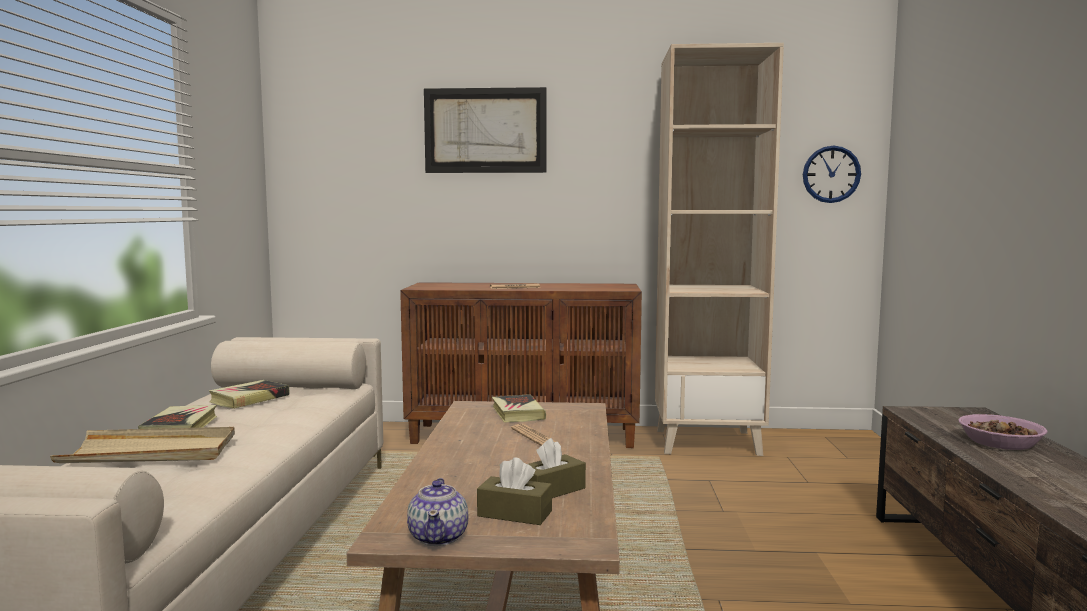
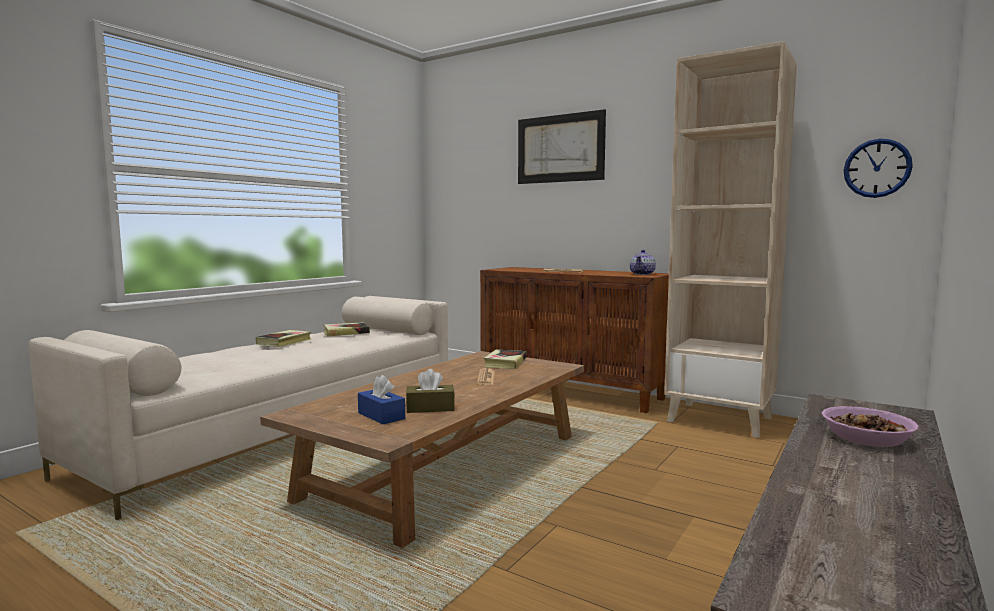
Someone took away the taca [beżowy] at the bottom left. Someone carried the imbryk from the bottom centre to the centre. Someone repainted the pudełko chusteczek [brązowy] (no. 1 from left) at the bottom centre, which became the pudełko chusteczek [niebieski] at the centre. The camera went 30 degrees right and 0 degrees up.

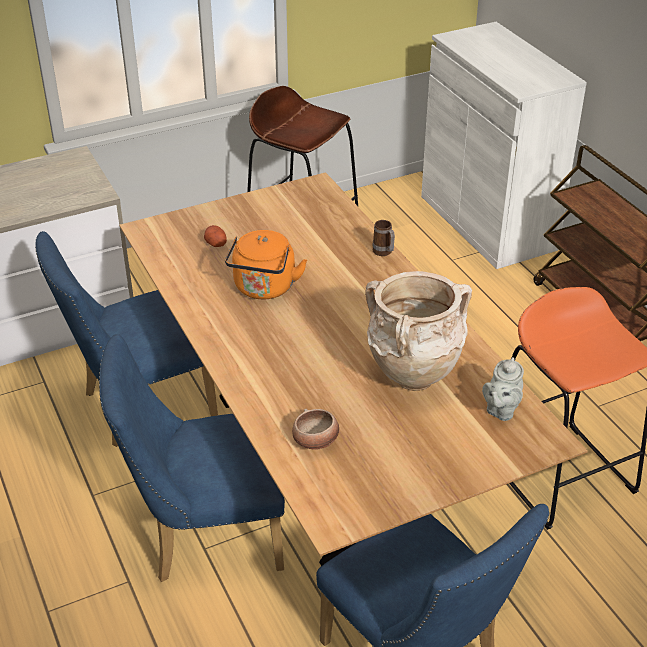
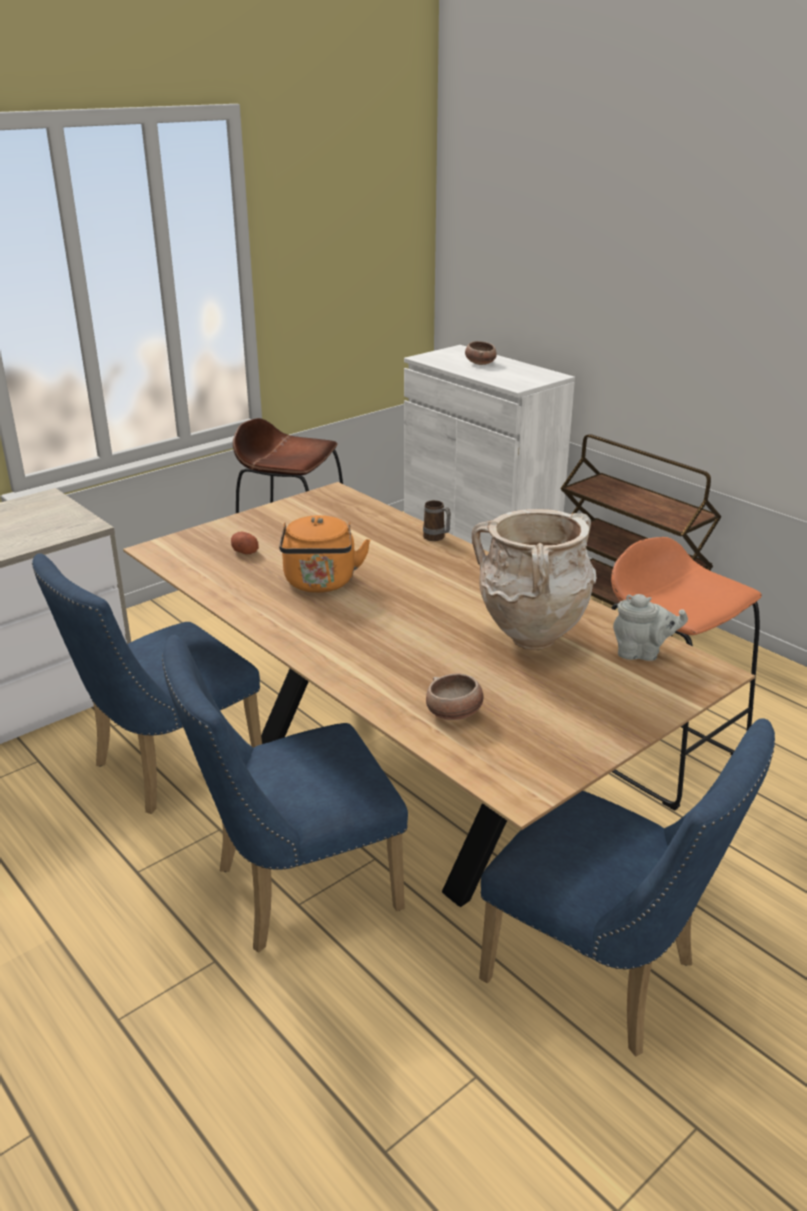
Someone put down the miska (no. 2 from left) at the top centre. Someone rotated the imbryk [szary] at the middle right by 90 degrees counterclockwise. The camera went 15 degrees left and 10 degrees down.

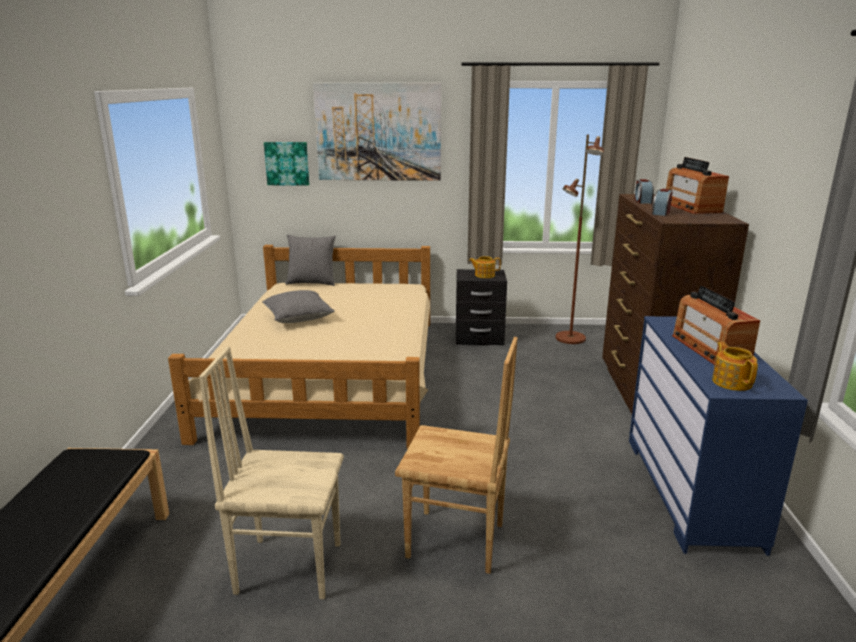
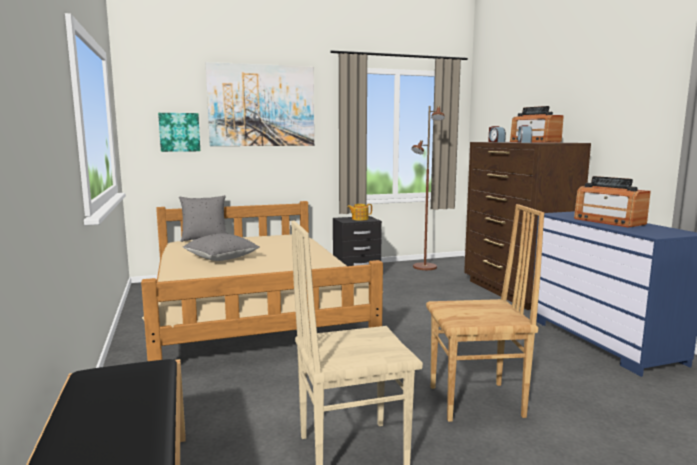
Someone took away the imbryk (no. 2 from left) at the middle right. The camera went 20 degrees left and 10 degrees down.

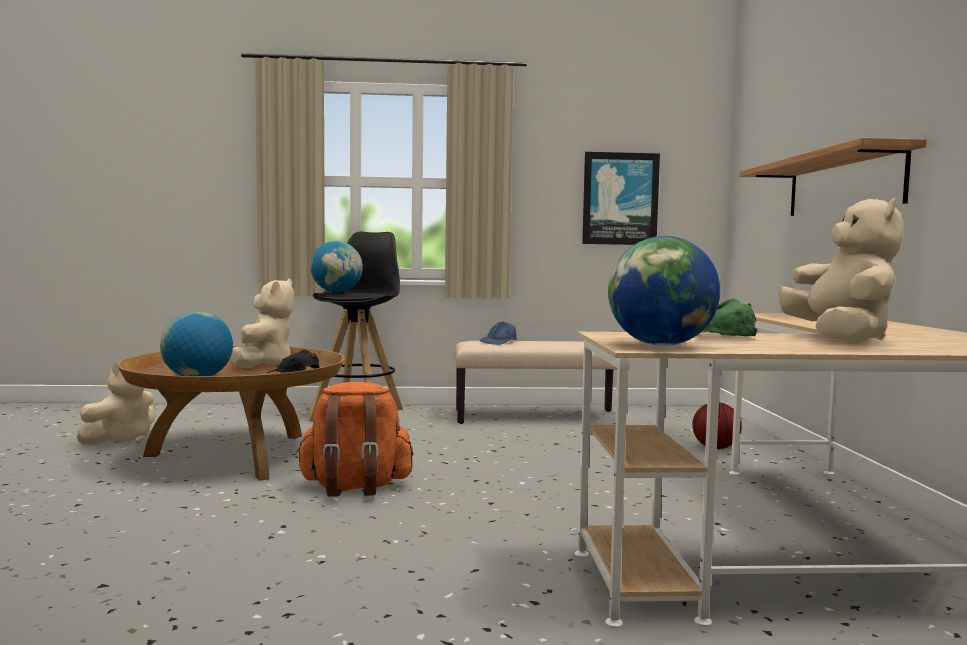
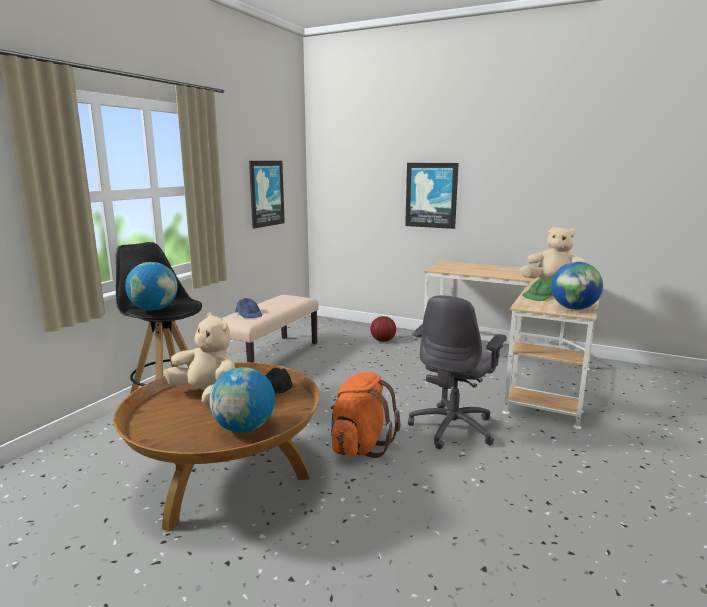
Someone took away the pluszak [beżowy] (no. 1 from left) at the middle left. Someone put down the krzesło biurowe [szary] at the centre. Someone swapped the półka at the top right for the obraz (no. 2 from left) at the top centre. The camera went 60 degrees left and 10 degrees up.

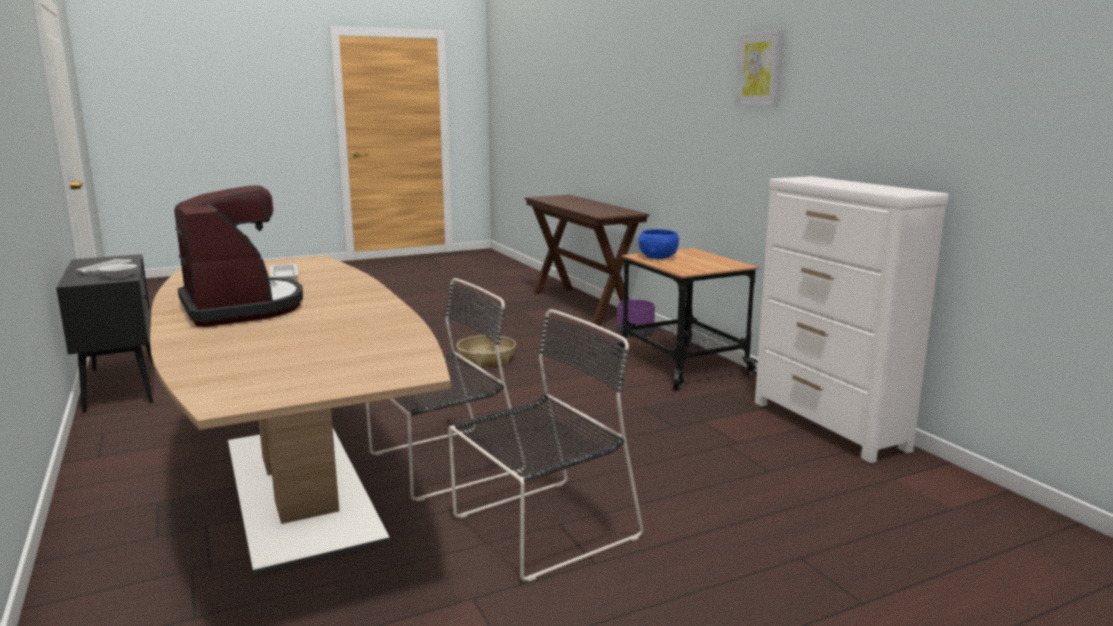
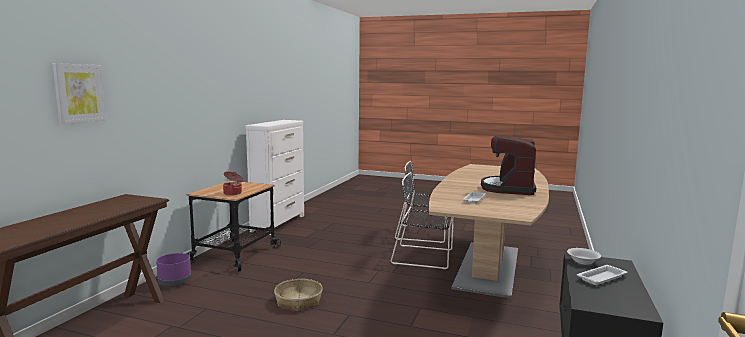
Someone carried the obraz from the top right to the top left. Someone swapped the miska [niebieski] at the centre for the garnek at the middle left. The camera went 135 degrees left and 5 degrees down.

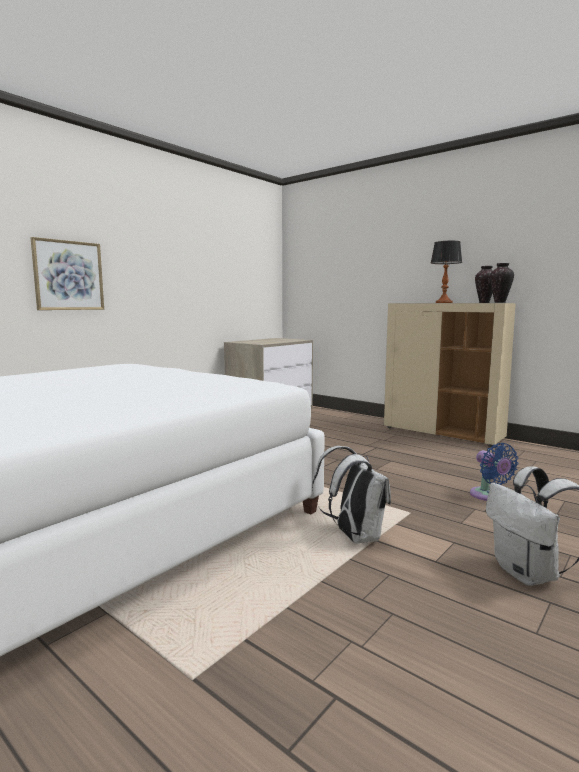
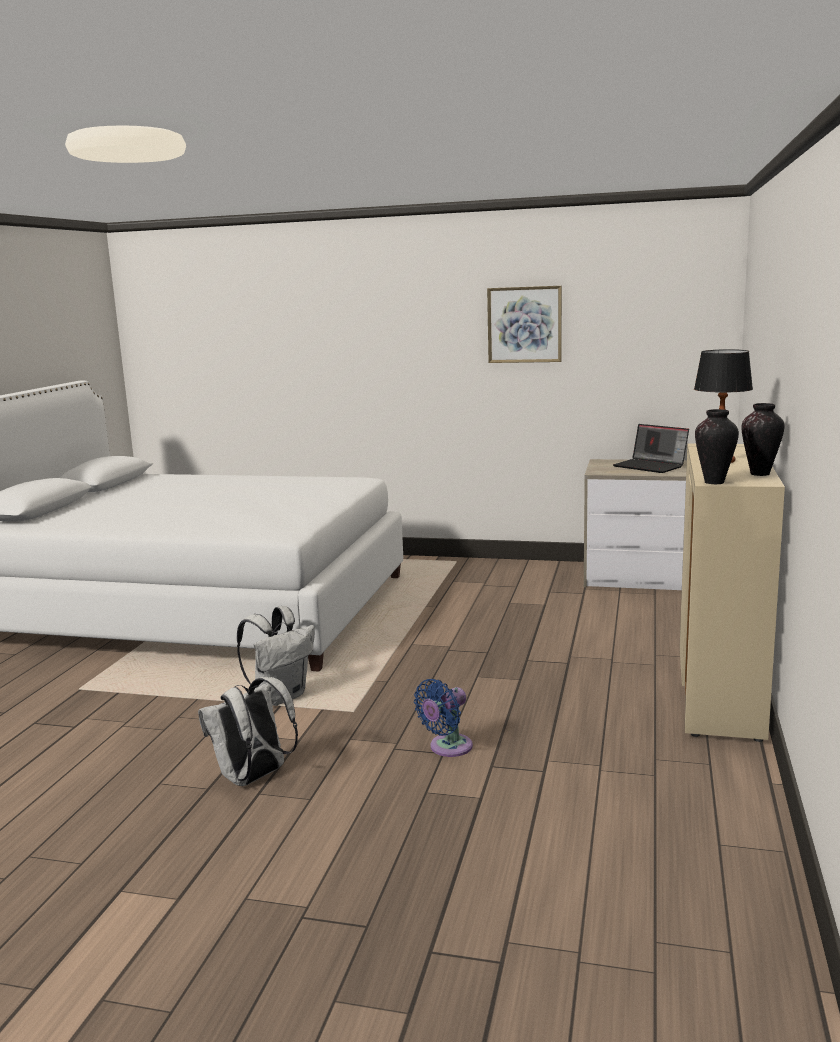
Someone put down the laptop at the middle right. Someone carried the obraz from the middle left to the top centre. The camera went 65 degrees right and 5 degrees up.

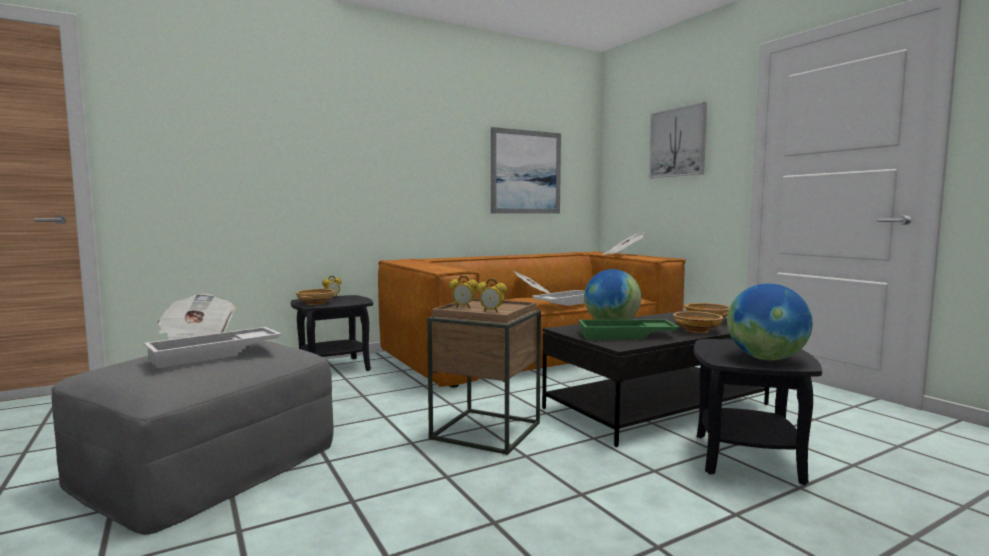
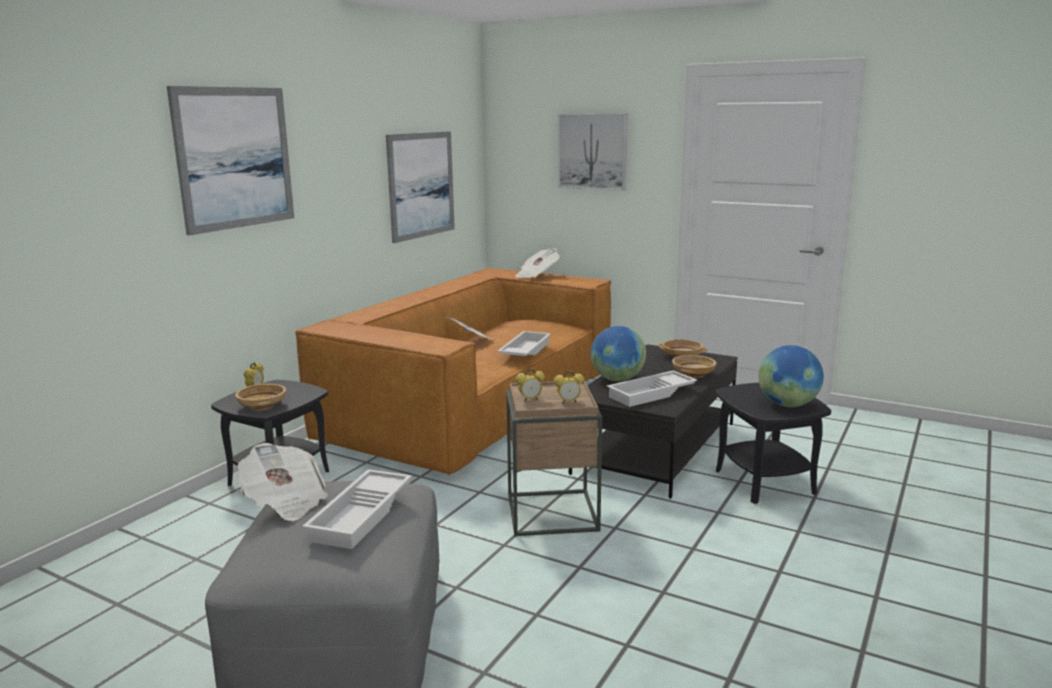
Someone put up the obraz (no. 1 from left) at the top left. Someone repainted the taca [zielony] at the centre, which became the taca [biały] (no. 3 from left) at the centre. The camera went 30 degrees left and 10 degrees up.

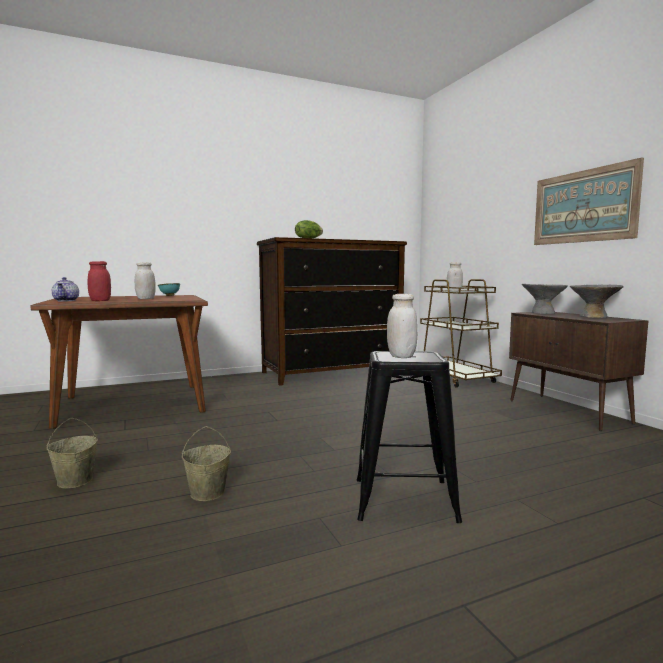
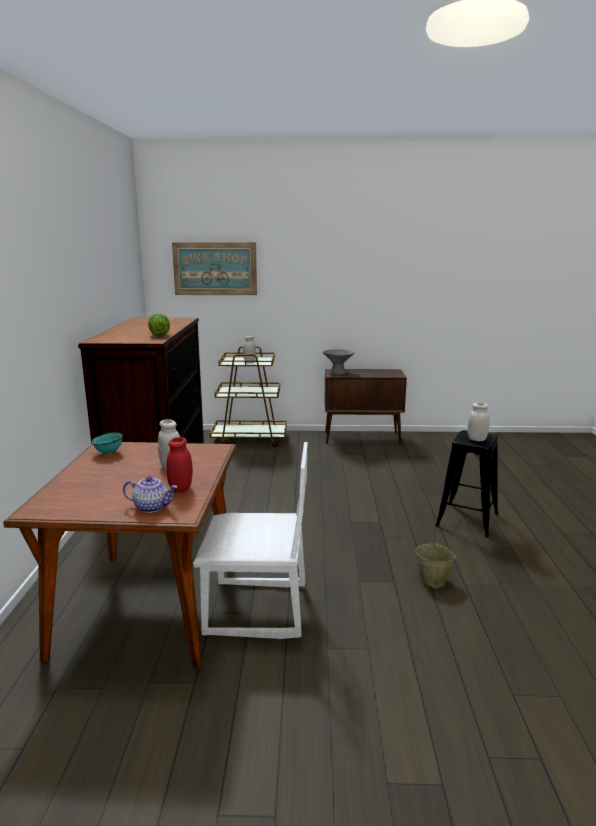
Someone took away the wiadro [beżowy] (no. 1 from left) at the bottom left. Someone took away the miska [szary] (no. 2 from left) at the middle right. Someone put down the krzesło [biały] at the centre. Someone carried the obraz from the top right to the top centre. The camera went 65 degrees left and 10 degrees up.

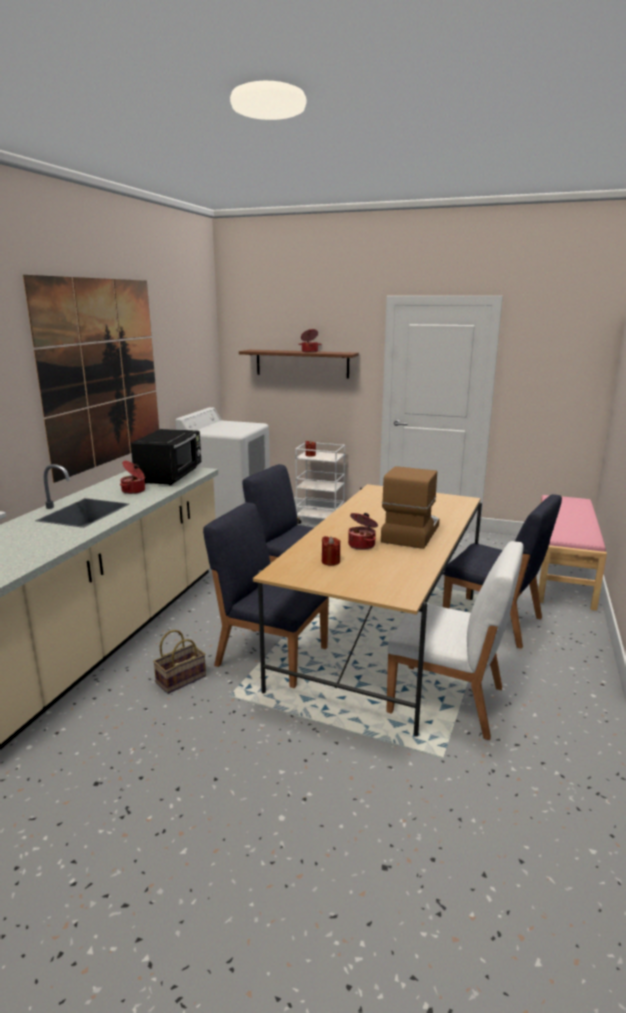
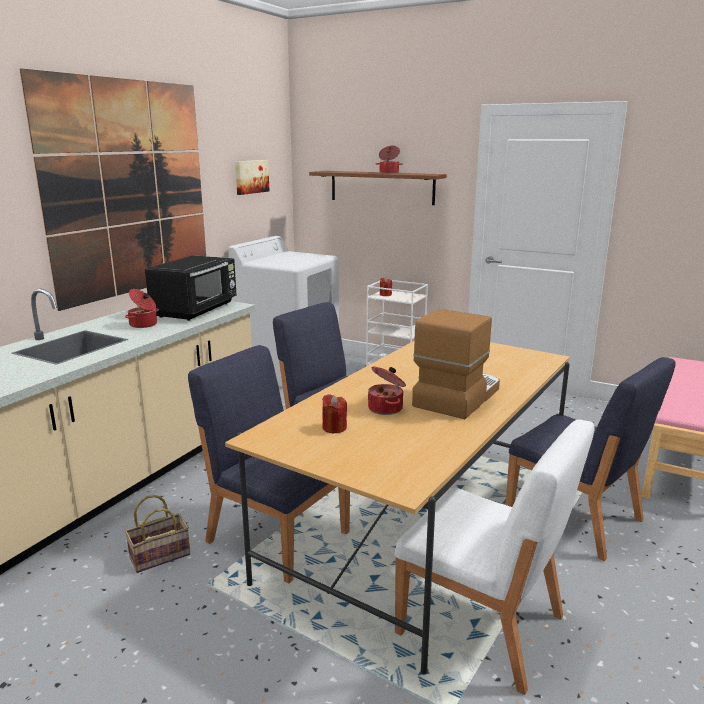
Someone put up the obraz (no. 2 from left) at the top centre. The camera went 10 degrees right and 0 degrees up.

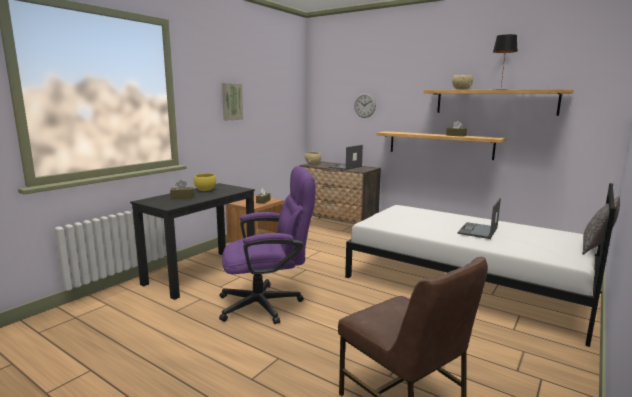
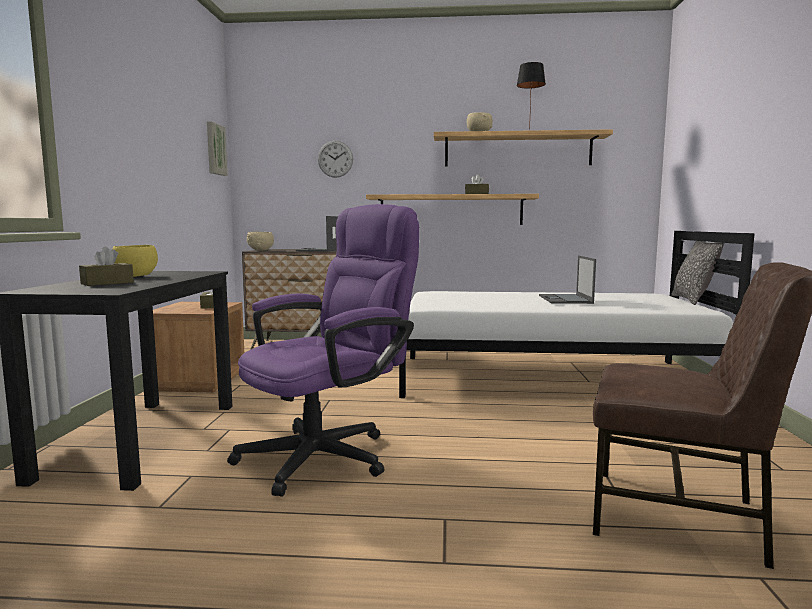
Someone carried the obraz from the top centre to the top left. The camera went 30 degrees left and 5 degrees down.

